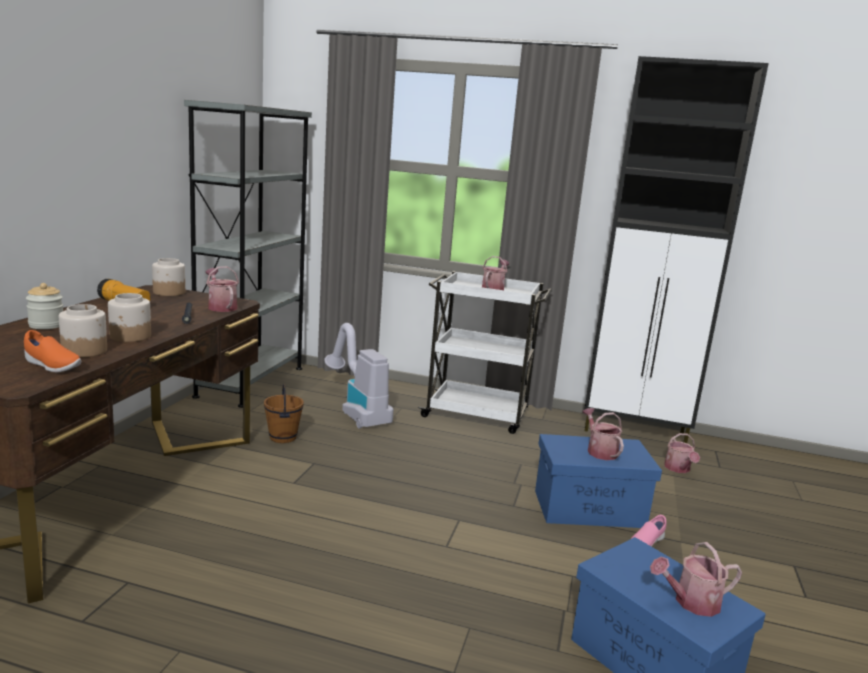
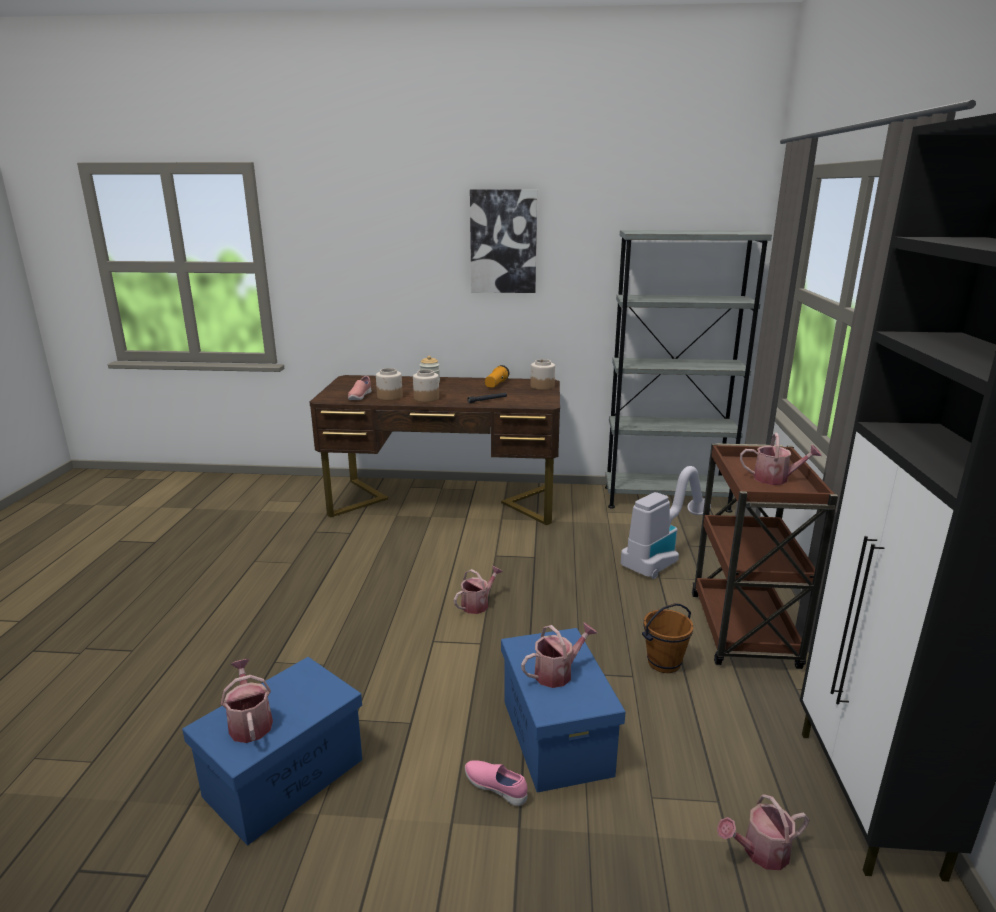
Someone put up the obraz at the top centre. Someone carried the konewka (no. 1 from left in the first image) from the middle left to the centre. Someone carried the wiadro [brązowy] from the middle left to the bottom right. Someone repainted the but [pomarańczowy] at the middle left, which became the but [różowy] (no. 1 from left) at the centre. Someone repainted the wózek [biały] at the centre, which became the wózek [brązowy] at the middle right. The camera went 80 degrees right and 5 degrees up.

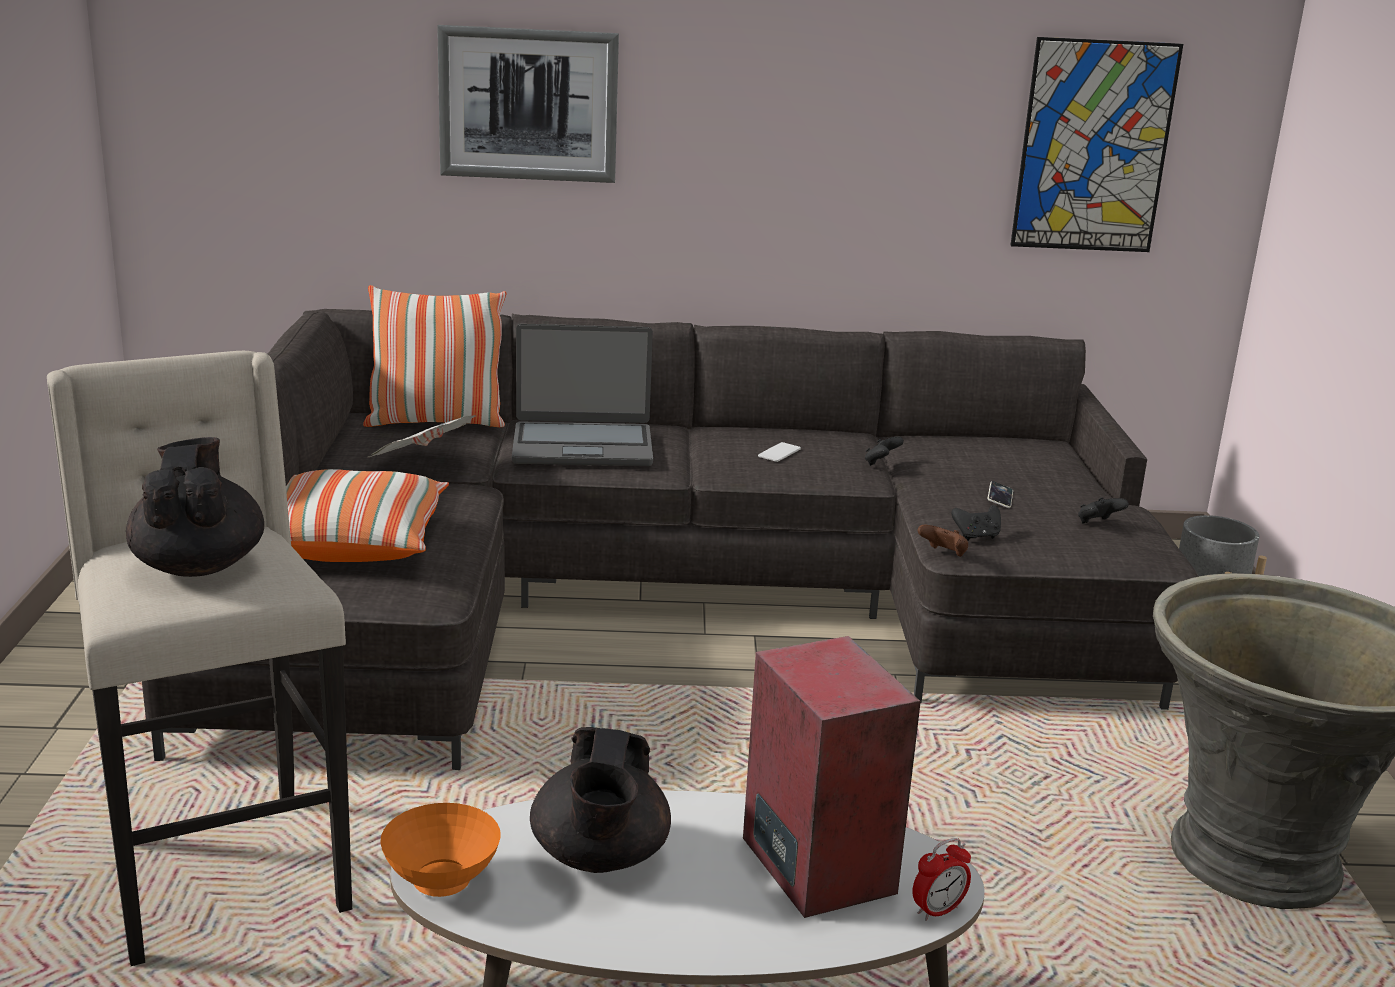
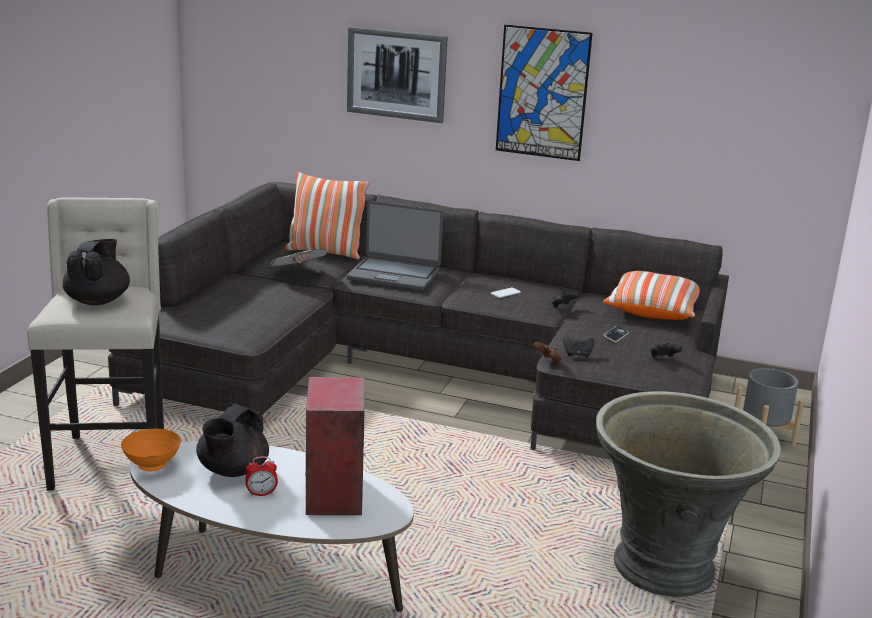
Someone carried the poduszka (no. 1 from left in the first image) from the middle left to the middle right. Someone carried the budzik from the bottom right to the bottom left. Someone carried the obraz (no. 2 from left) from the top right to the top centre. The camera went 20 degrees right and 0 degrees up.

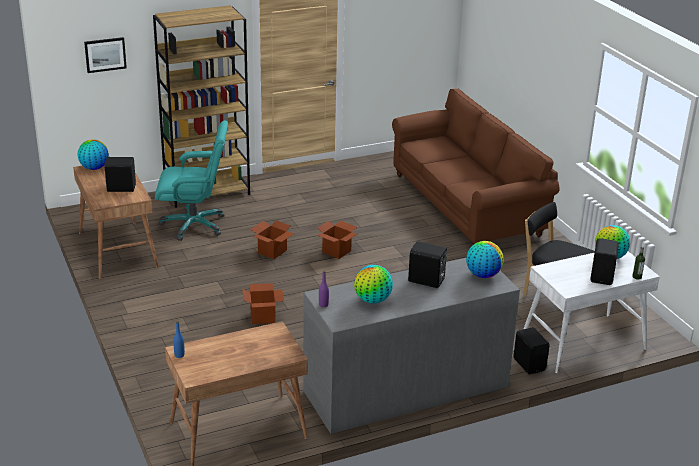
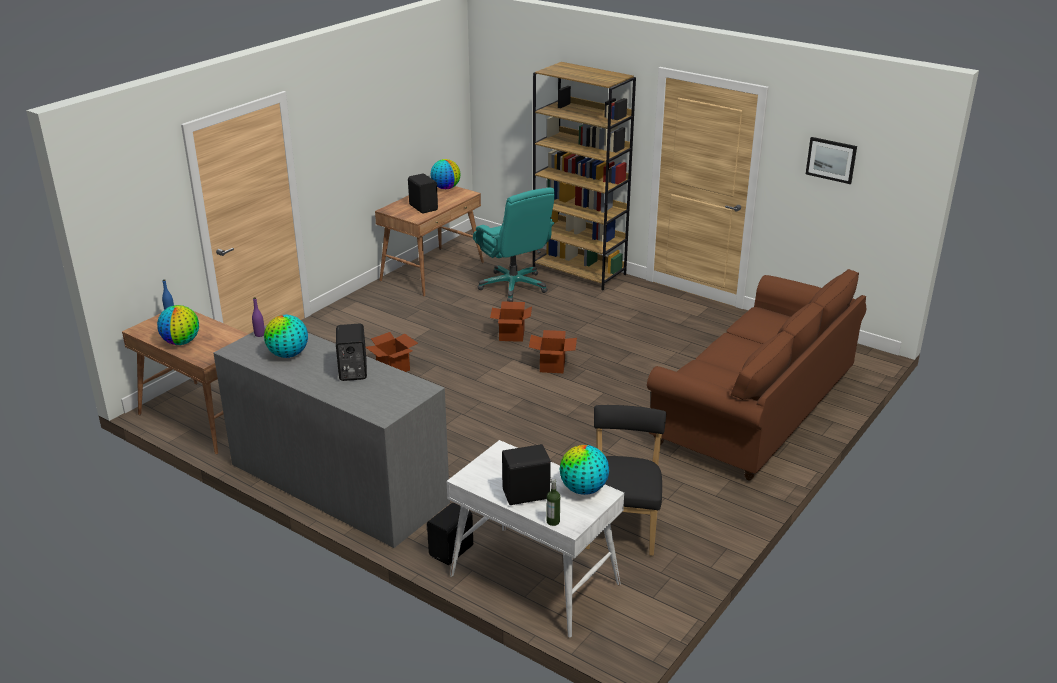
Someone carried the obraz from the top left to the top right. Someone carried the globus (no. 3 from left in the first image) from the middle right to the middle left. The camera went 60 degrees right and 0 degrees up.

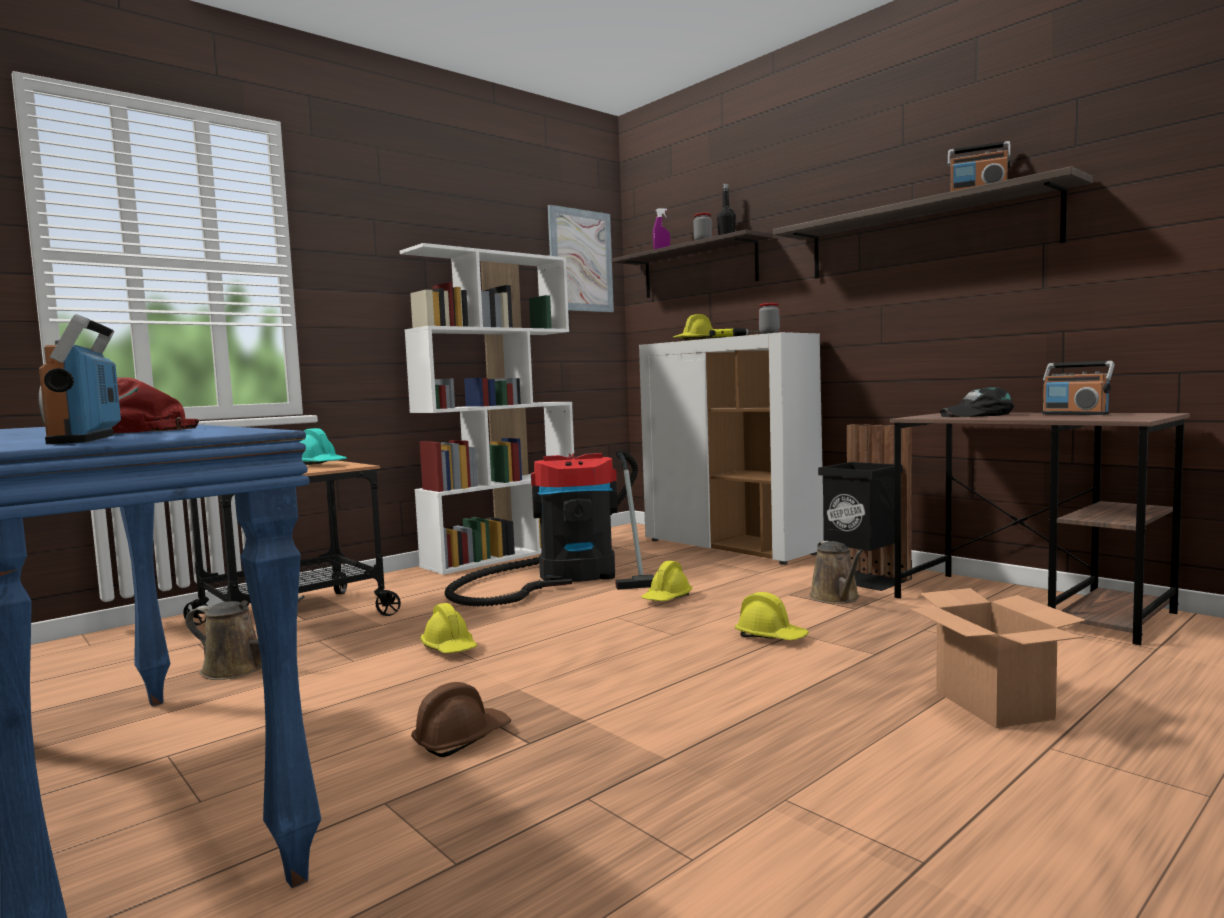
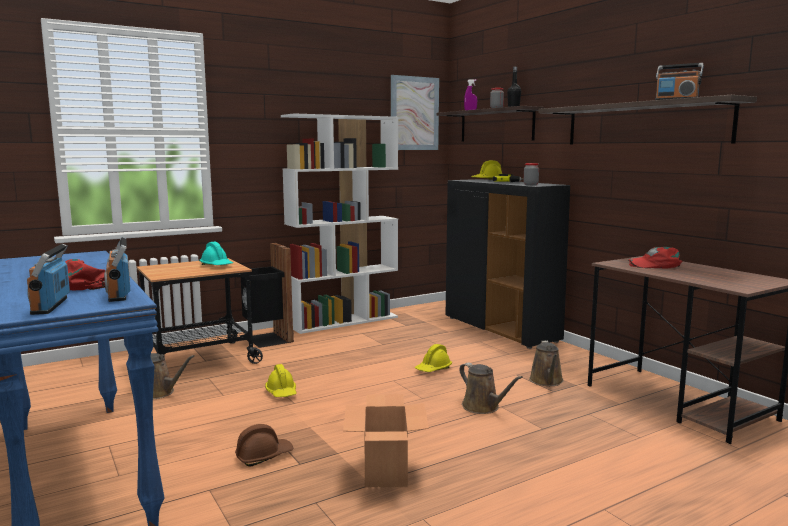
Someone took away the odkurzacz at the centre. Someone carried the kosz na śmieci [czarny] from the middle right to the centre. Someone carried the karton from the bottom right to the bottom centre. Someone carried the radio (no. 3 from left in the first image) from the middle right to the middle left. Someone swapped the kask [żółty] (no. 4 from left) at the bottom centre for the konewka [brązowy] (no. 2 from left) at the bottom centre. Someone repainted the szafka [biały] at the centre, which became the szafka [czarny] at the centre. Someone repainted the czapka z daszkiem [czarny] at the middle right, which became the czapka z daszkiem [czerwony] (no. 2 from left) at the middle right. The camera went 10 degrees right and 5 degrees up.

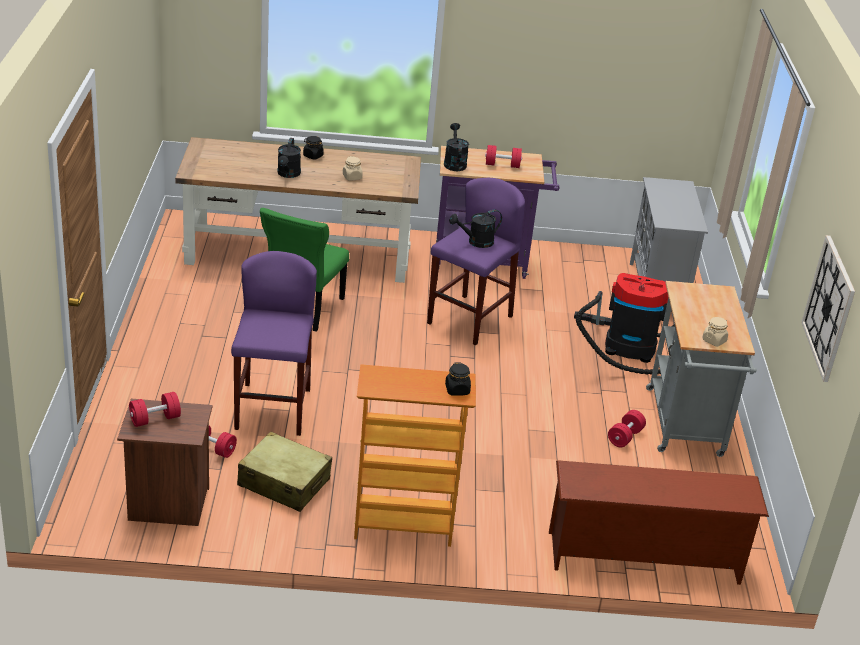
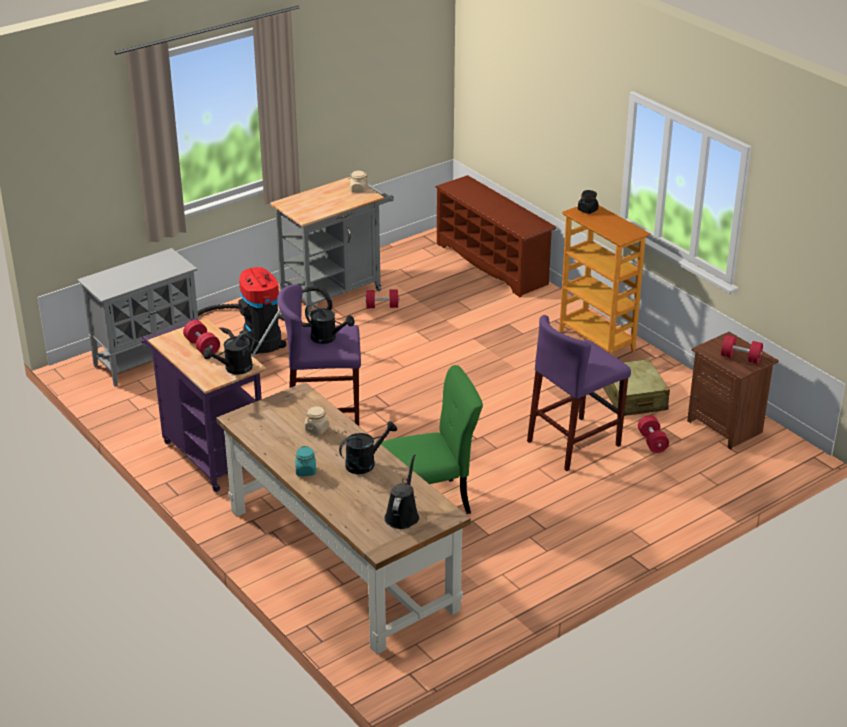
Someone took away the zegar ścienny at the middle right. Someone put down the konewka [czarny] (no. 4 from left) at the bottom centre. Someone repainted the słoik [czarny] (no. 1 from left) at the top centre, which became the słoik [turkusowy] at the centre. The camera went 125 degrees left and 0 degrees up.

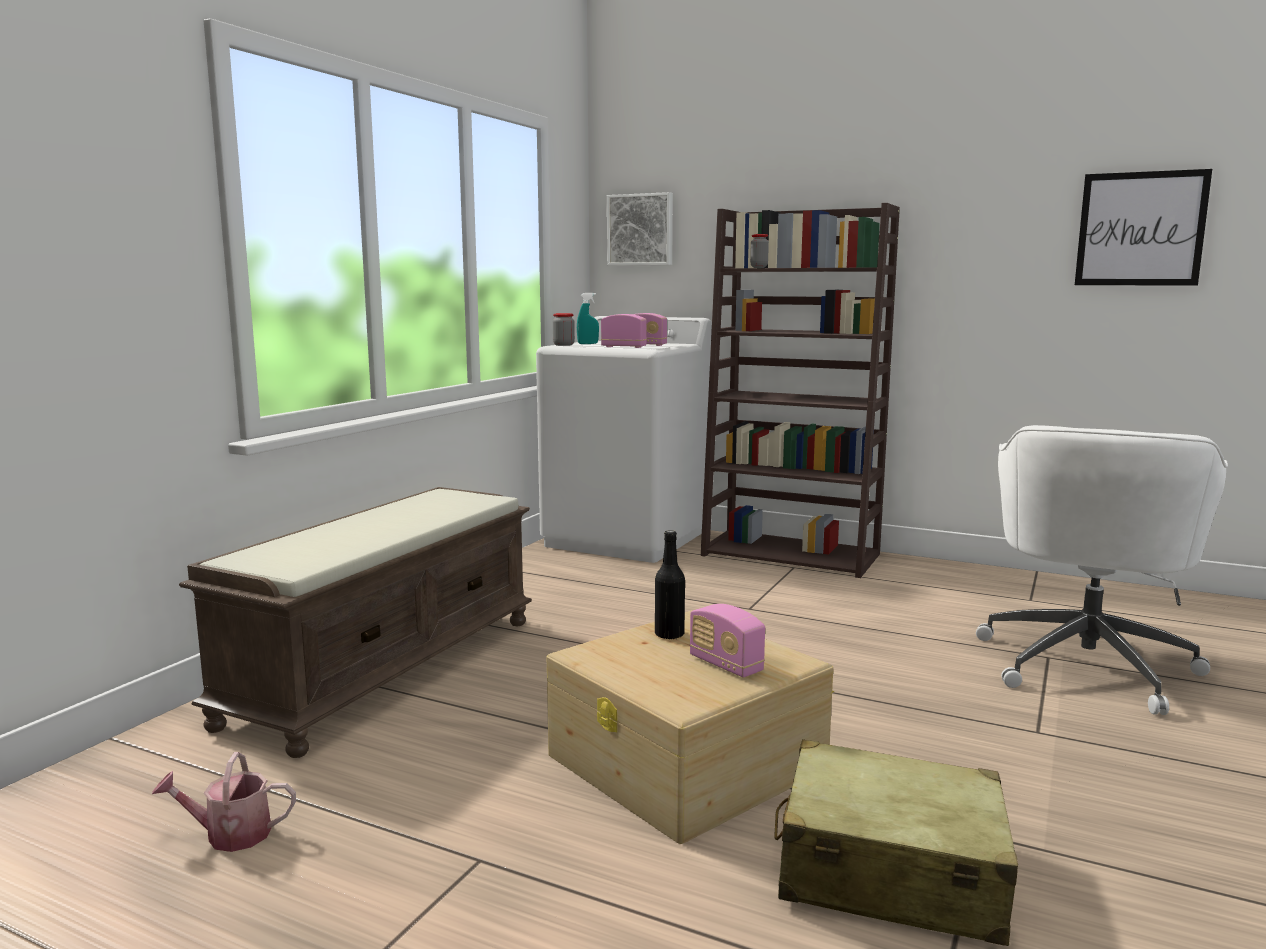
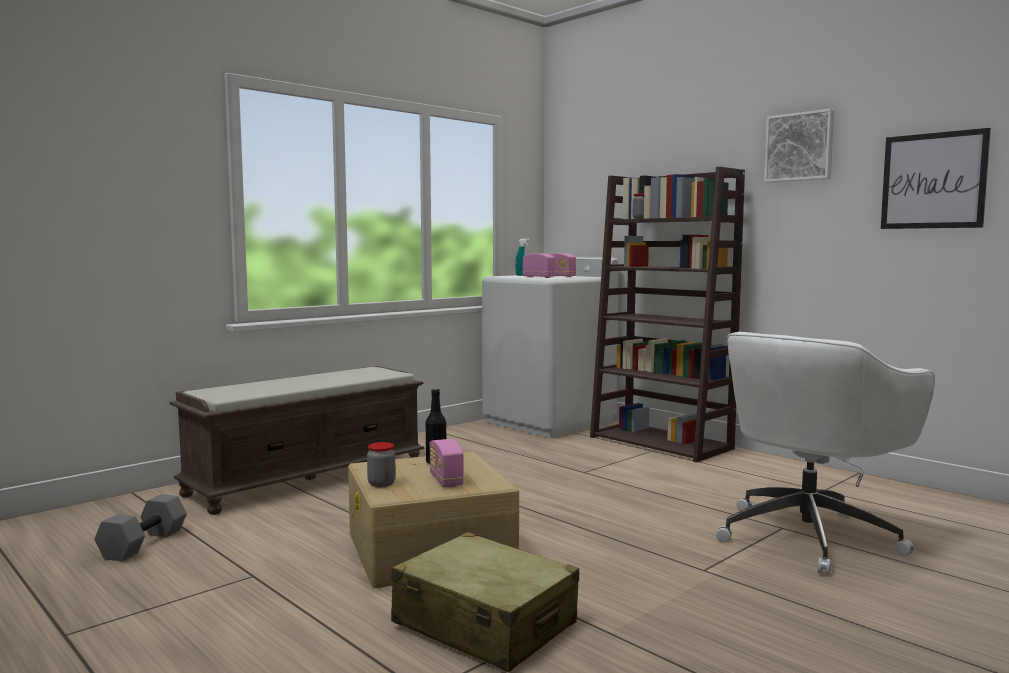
Someone carried the słoik (no. 1 from left) from the centre to the bottom centre. Someone carried the obraz (no. 1 from left) from the top centre to the top right. Someone swapped the konewka at the bottom left for the hantel [szary] at the bottom left. The camera went 20 degrees right and 5 degrees down.

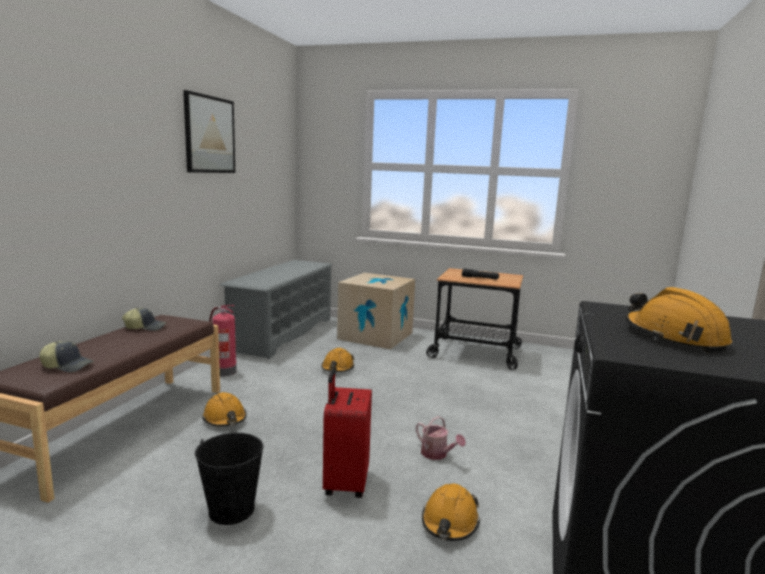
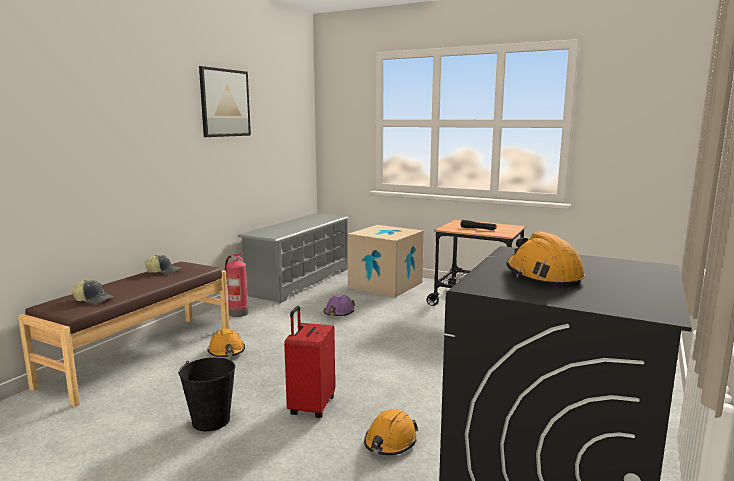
Someone took away the konewka at the bottom centre. Someone repainted the kask [pomarańczowy] (no. 2 from left) at the centre, which became the kask [fioletowy] at the centre. The camera went 10 degrees right and 0 degrees up.

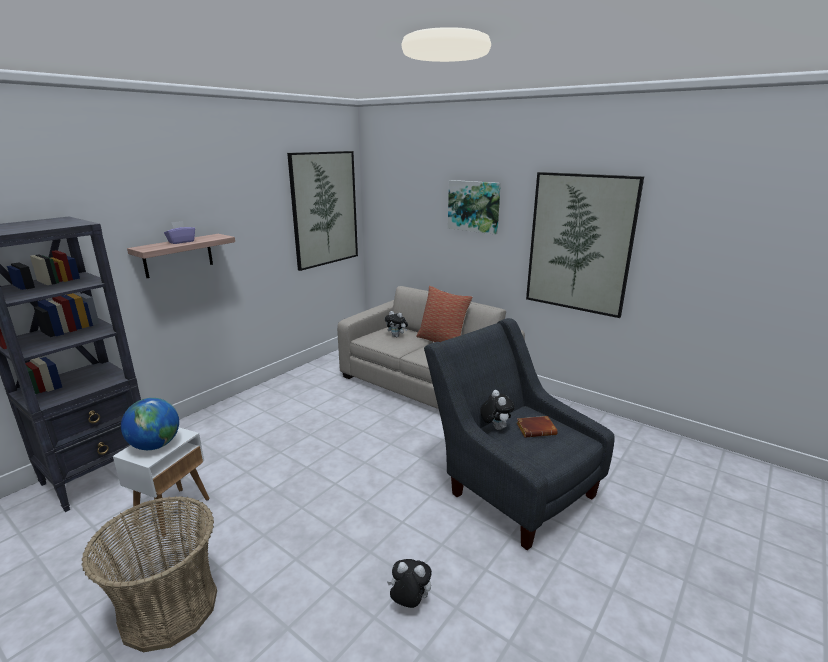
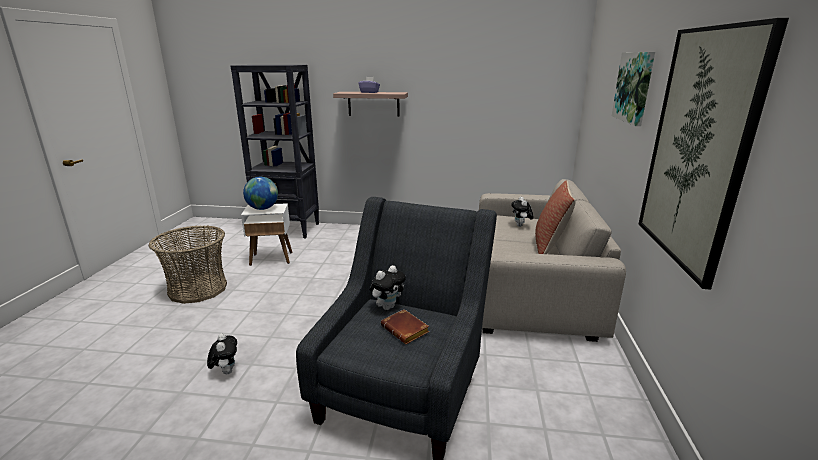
Someone took away the obraz (no. 1 from left) at the top centre. The camera went 60 degrees right and 0 degrees up.

